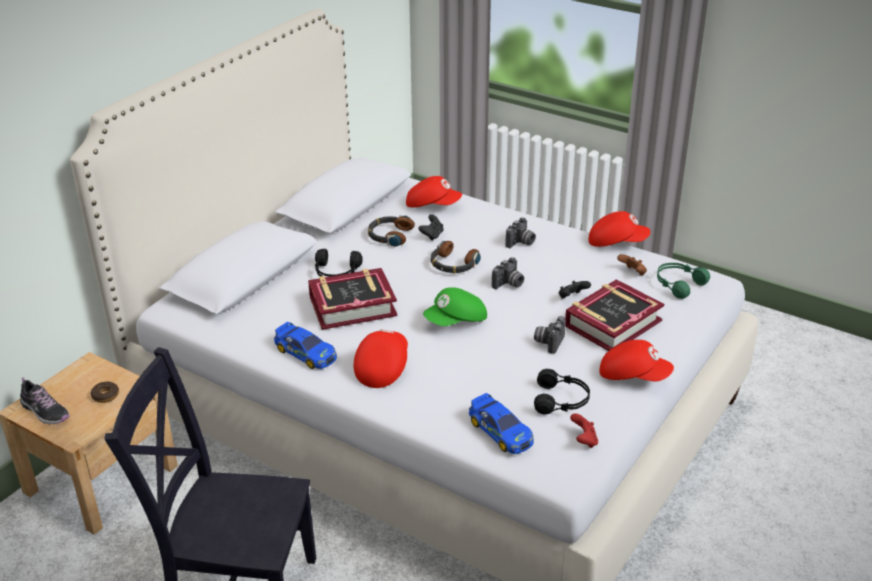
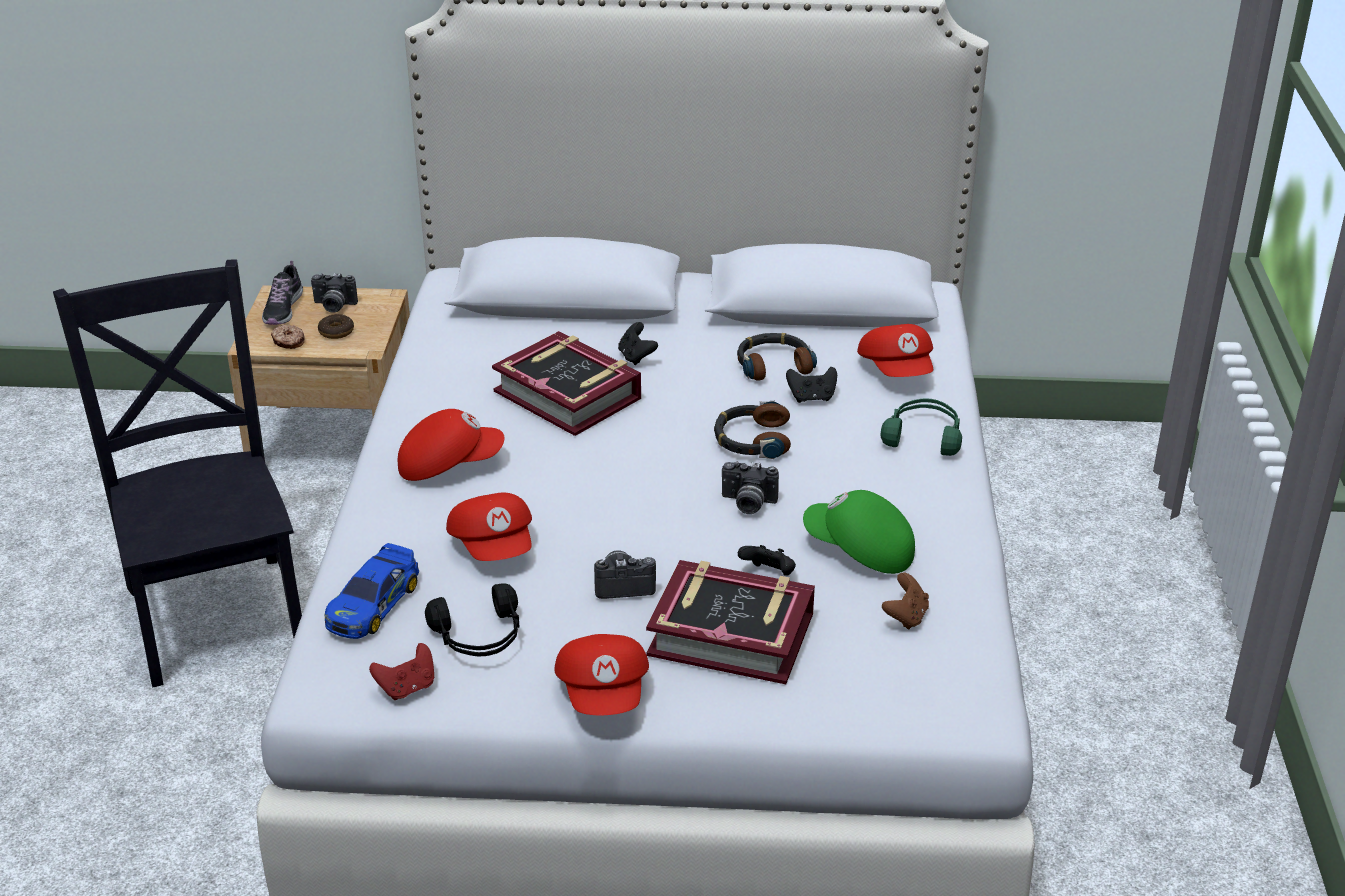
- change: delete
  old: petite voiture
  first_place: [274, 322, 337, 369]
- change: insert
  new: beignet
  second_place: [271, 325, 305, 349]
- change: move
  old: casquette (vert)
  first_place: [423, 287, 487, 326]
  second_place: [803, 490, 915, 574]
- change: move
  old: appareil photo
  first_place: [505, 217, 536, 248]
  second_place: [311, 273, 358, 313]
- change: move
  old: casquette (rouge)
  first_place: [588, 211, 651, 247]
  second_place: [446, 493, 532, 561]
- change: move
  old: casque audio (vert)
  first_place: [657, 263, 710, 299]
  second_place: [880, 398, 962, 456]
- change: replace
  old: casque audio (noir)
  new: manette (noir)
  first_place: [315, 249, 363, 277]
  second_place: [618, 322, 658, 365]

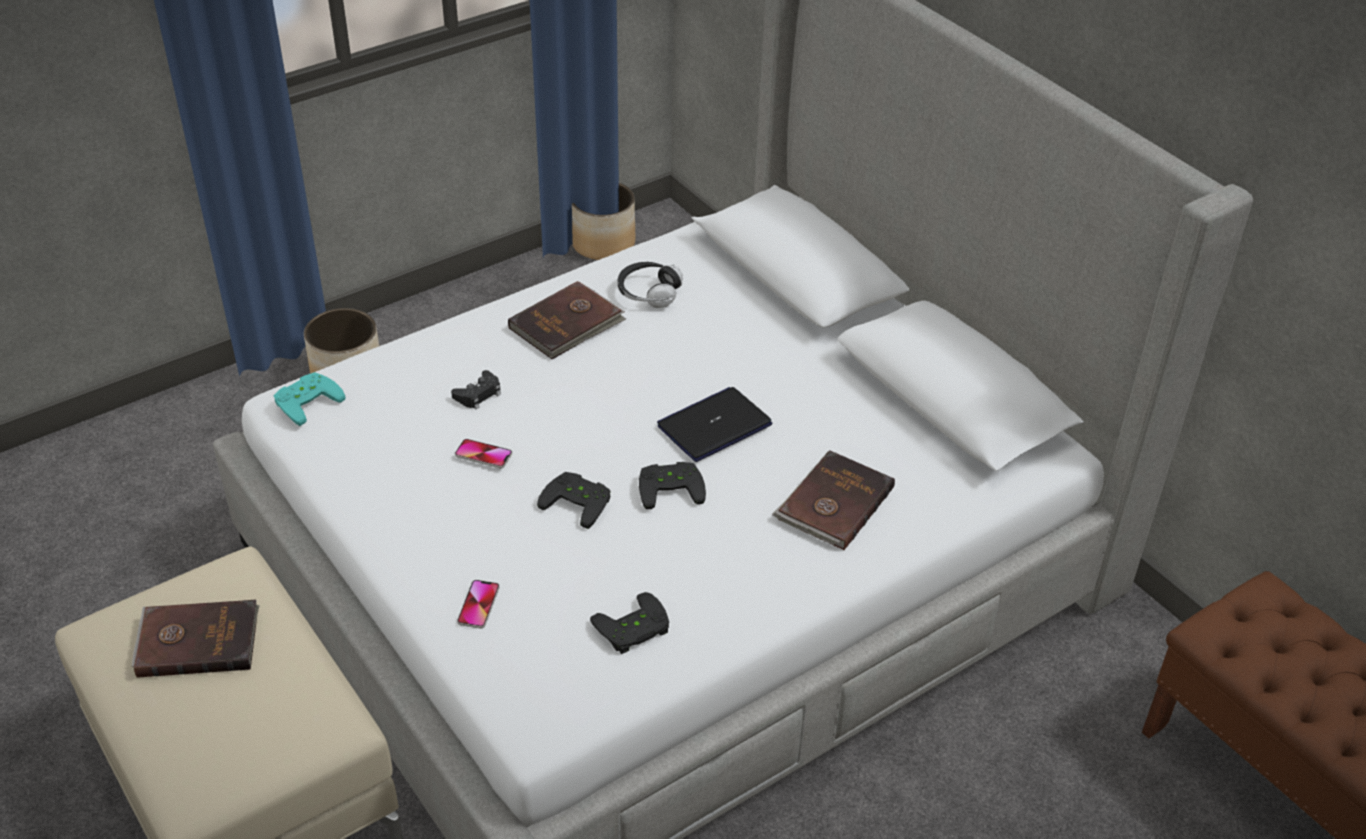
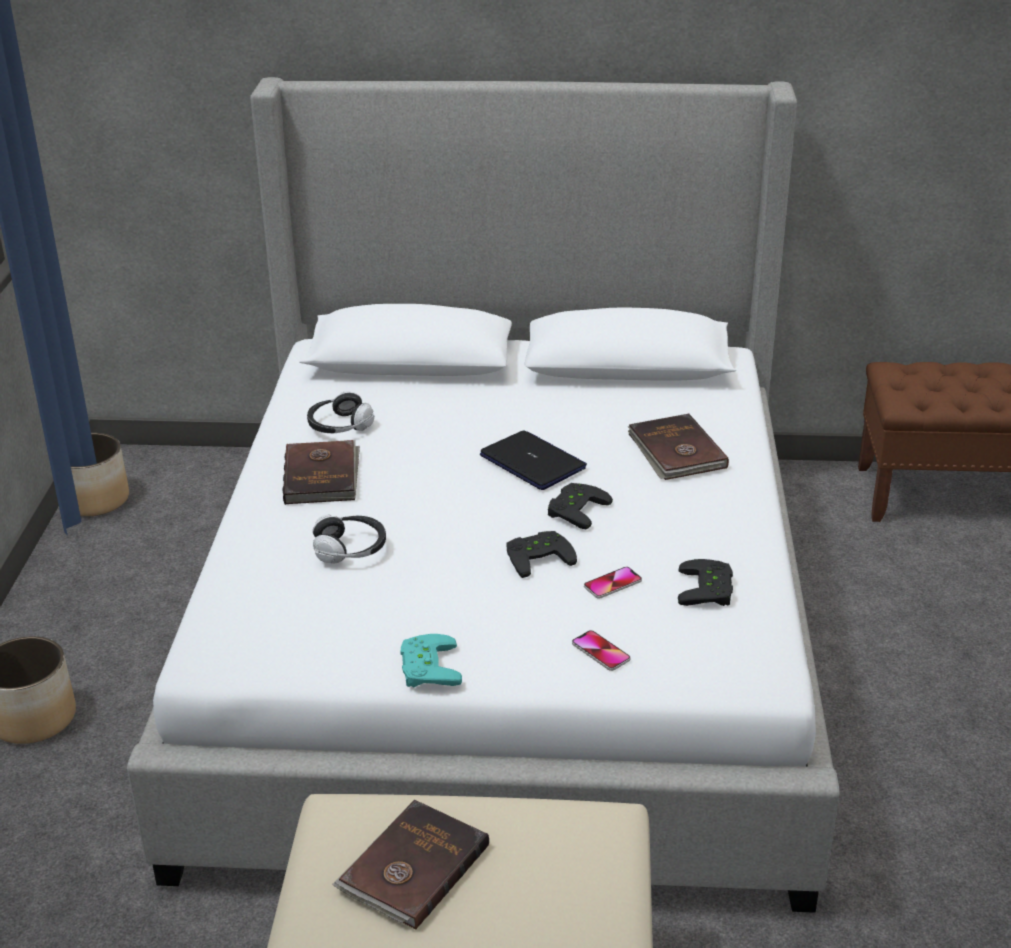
- change: move
  old: manette (turquoise)
  first_place: [274, 372, 345, 426]
  second_place: [401, 634, 462, 688]
- change: move
  old: téléphone
  first_place: [455, 439, 512, 468]
  second_place: [584, 567, 642, 599]
- change: replace
  old: manette (noir)
  new: casque audio
  first_place: [451, 370, 501, 409]
  second_place: [313, 515, 386, 563]
- change: rotate
  old: ordinateur portable
  first_place: [657, 387, 772, 462]
  second_place: [480, 430, 587, 490]
  degrees: 135

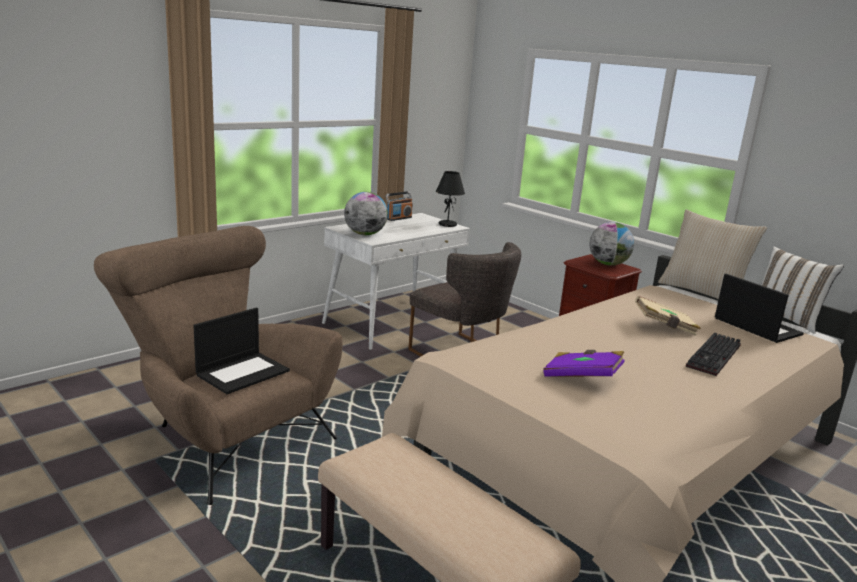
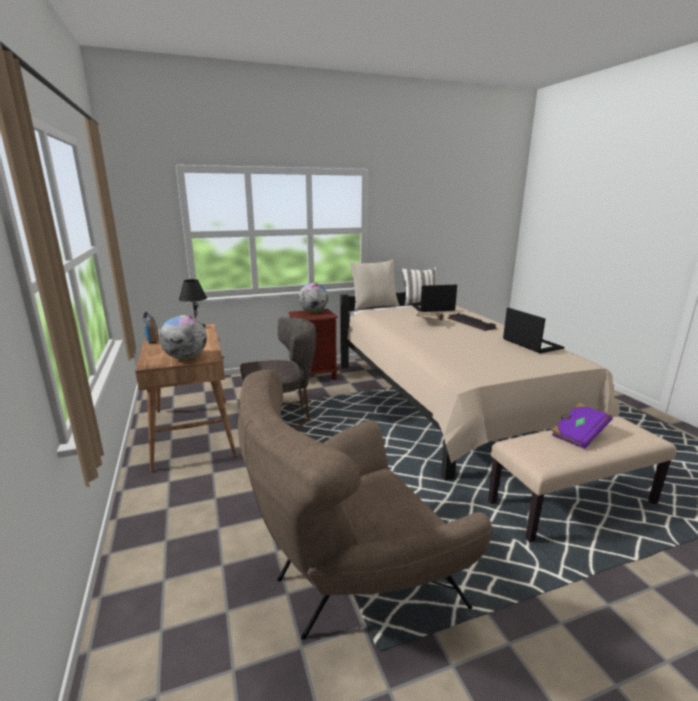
- change: move
  old: ordinateur portable
  first_place: [193, 308, 290, 394]
  second_place: [503, 308, 564, 353]
- change: move
  old: livre (violet)
  first_place: [543, 350, 625, 377]
  second_place: [551, 403, 613, 449]
- change: recolor
  old: bureau (blanc)
  new: bureau (marron)
  first_place: [322, 213, 470, 350]
  second_place: [135, 324, 237, 472]

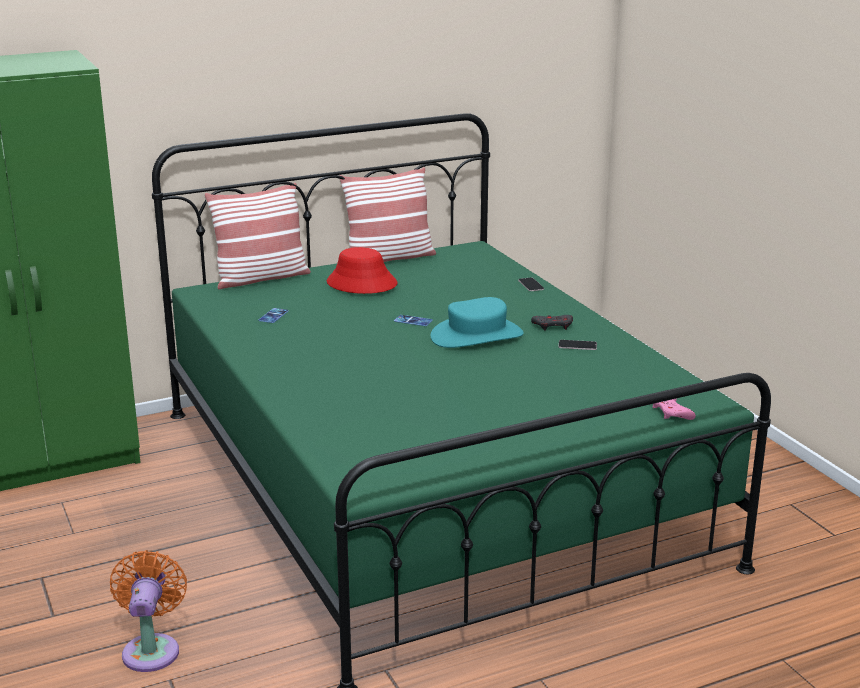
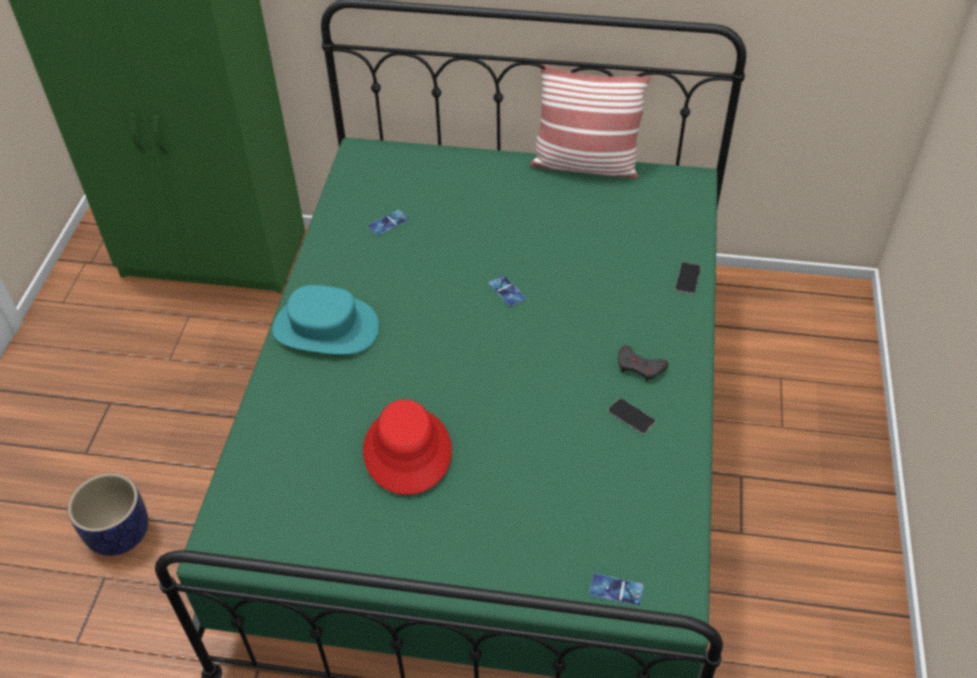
- change: delete
  old: coussin
  first_place: [204, 183, 311, 289]
- change: move
  old: chapeau (rouge)
  first_place: [327, 247, 398, 294]
  second_place: [363, 399, 452, 495]
- change: move
  old: chapeau (turquoise)
  first_place: [431, 297, 523, 348]
  second_place: [272, 285, 379, 355]
- change: replace
  old: ventilateur (orange)
  new: cache-pot
  first_place: [110, 550, 187, 672]
  second_place: [68, 473, 148, 556]
- change: replace
  old: manette (rose)
  new: téléphone
  first_place: [652, 398, 696, 420]
  second_place: [589, 573, 643, 606]

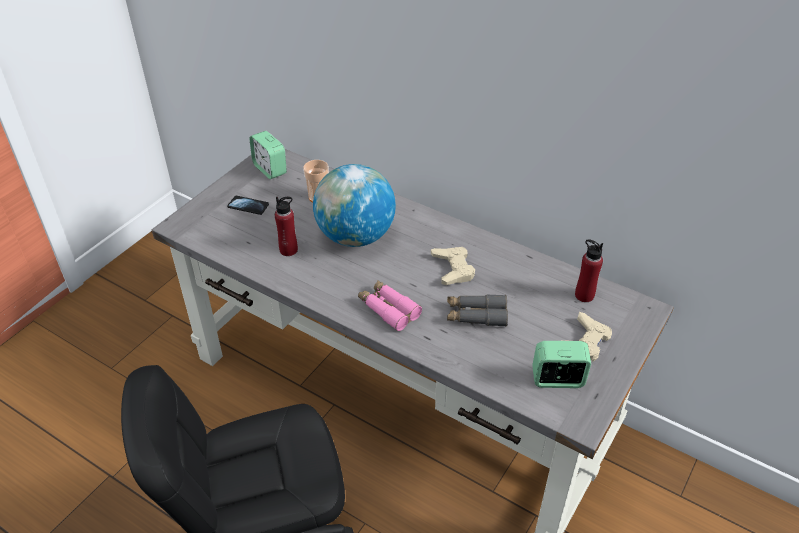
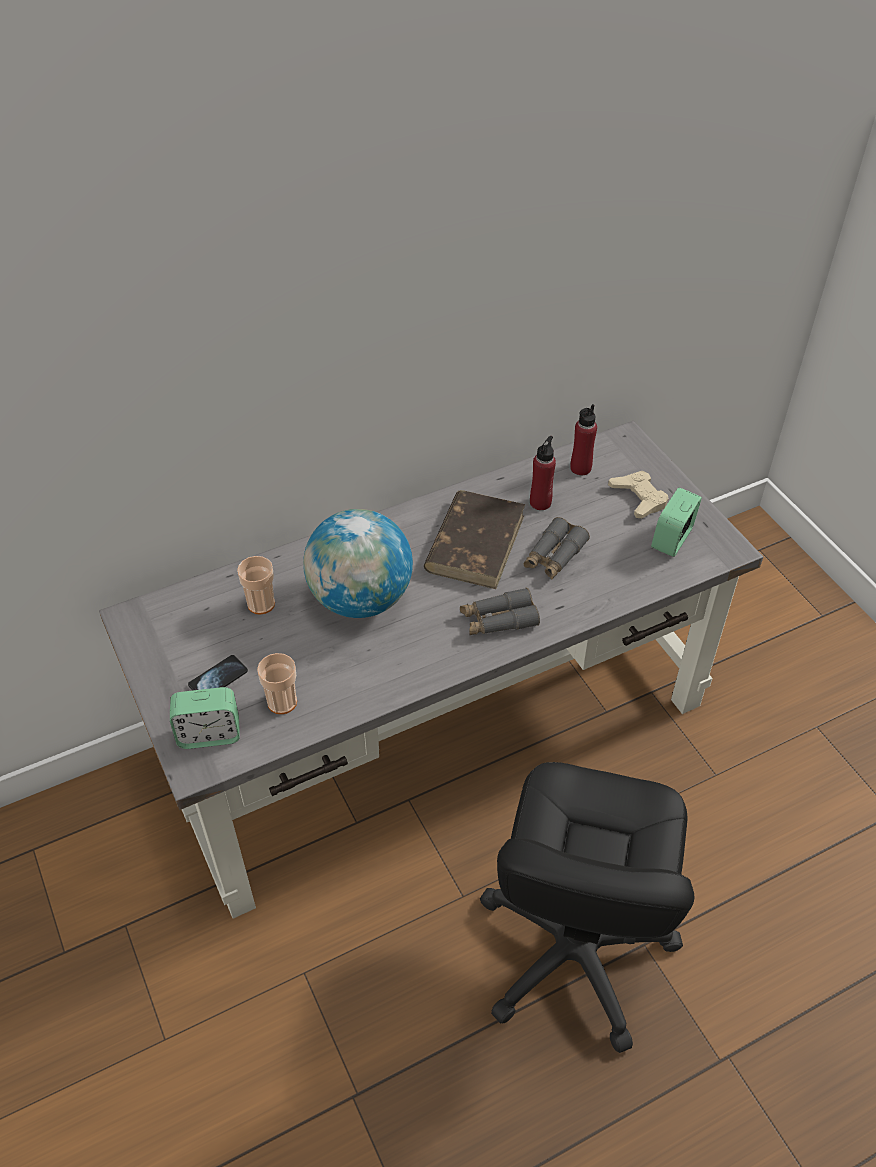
- change: insert
  new: tasse
  second_place: [257, 653, 297, 714]
- change: move
  old: réveil
  first_place: [249, 131, 287, 179]
  second_place: [170, 687, 240, 749]
- change: move
  old: bouteille (rouge)
  first_place: [275, 197, 298, 256]
  second_place: [530, 436, 556, 510]
- change: replace
  old: manette (beige)
  new: livre (marron)
  first_place: [431, 247, 475, 285]
  second_place: [424, 490, 525, 589]
- change: recolor
  old: jumelles (rose)
  new: jumelles (gris)
  first_place: [358, 280, 422, 331]
  second_place: [460, 588, 540, 635]

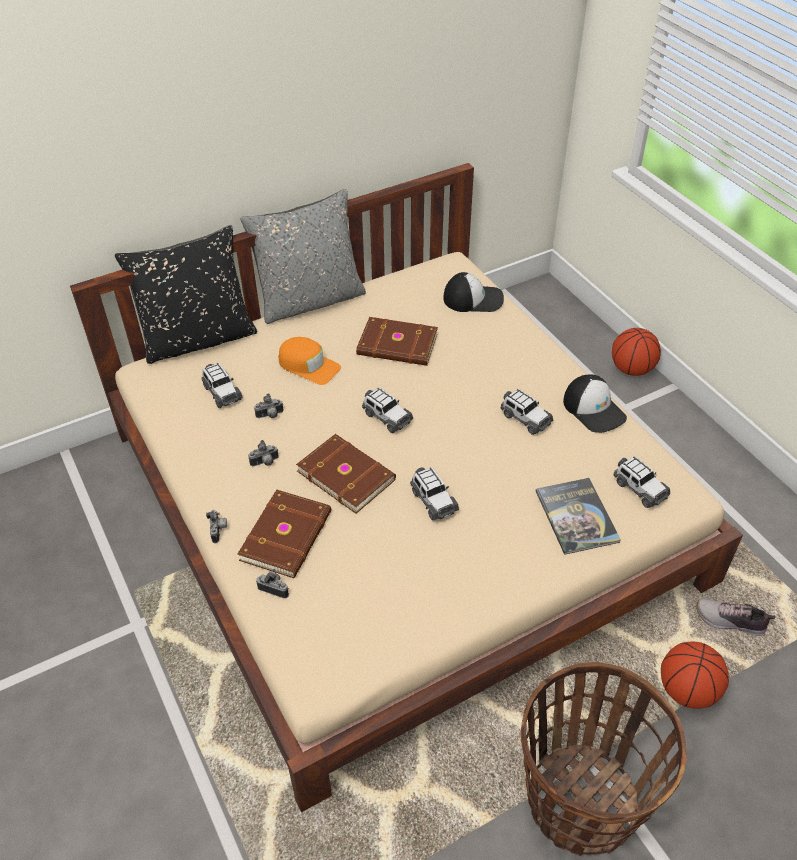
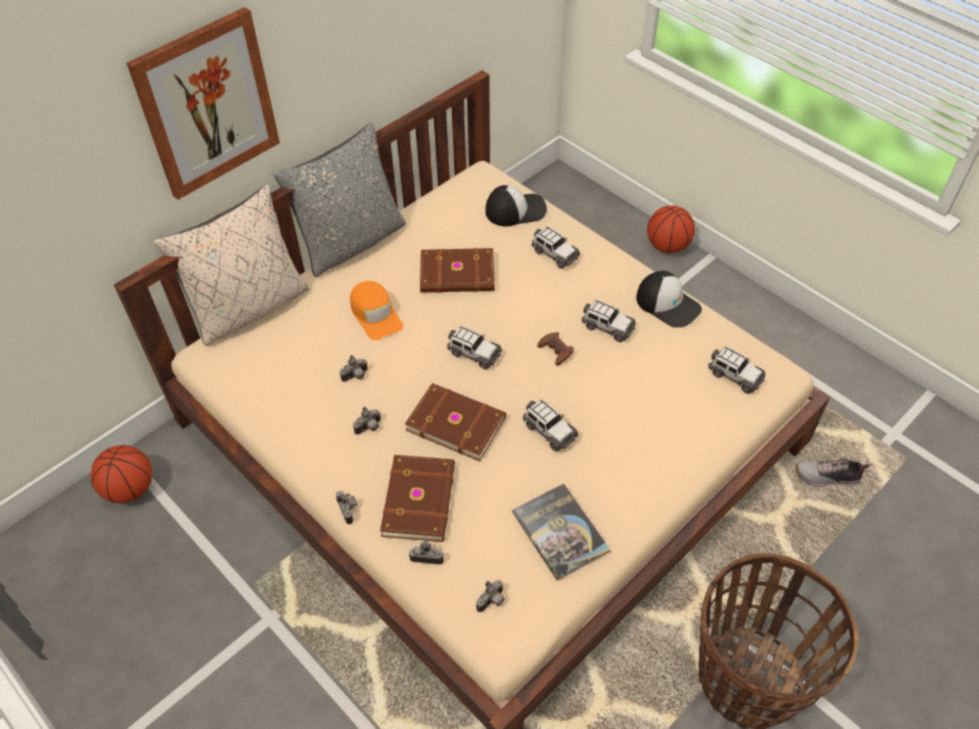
- change: insert
  new: tableau
  second_place: [126, 7, 280, 200]
- change: insert
  new: appareil photo
  second_place: [476, 580, 505, 612]
- change: insert
  new: manette (marron)
  second_place: [537, 332, 574, 366]
- change: move
  old: petite voiture
  first_place: [201, 363, 243, 408]
  second_place: [531, 226, 580, 269]
- change: move
  old: livre
  first_place: [536, 478, 621, 555]
  second_place: [512, 484, 611, 580]
- change: move
  old: ballon de basket
  first_place: [661, 642, 729, 709]
  second_place: [91, 445, 152, 503]
- change: recolor
  old: coussin (noir)
  new: coussin (beige)
  first_place: [115, 225, 257, 364]
  second_place: [154, 185, 309, 346]
- change: rotate
  old: casquette (orange)
  first_place: [278, 337, 341, 385]
  second_place: [350, 281, 403, 340]
  degrees: 45

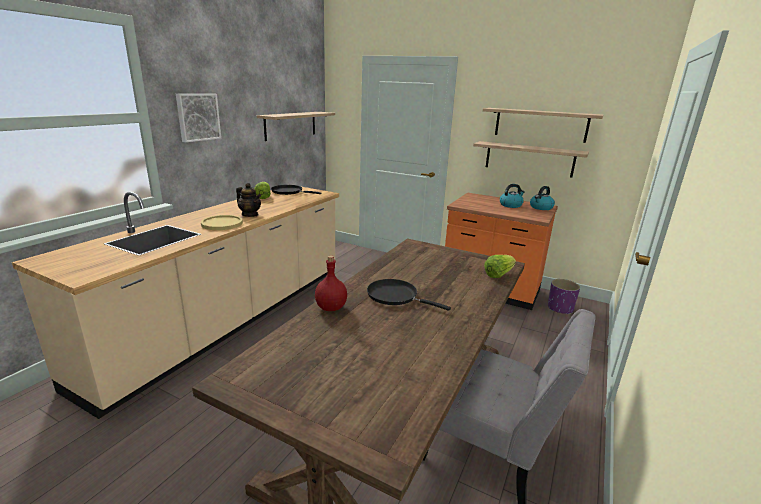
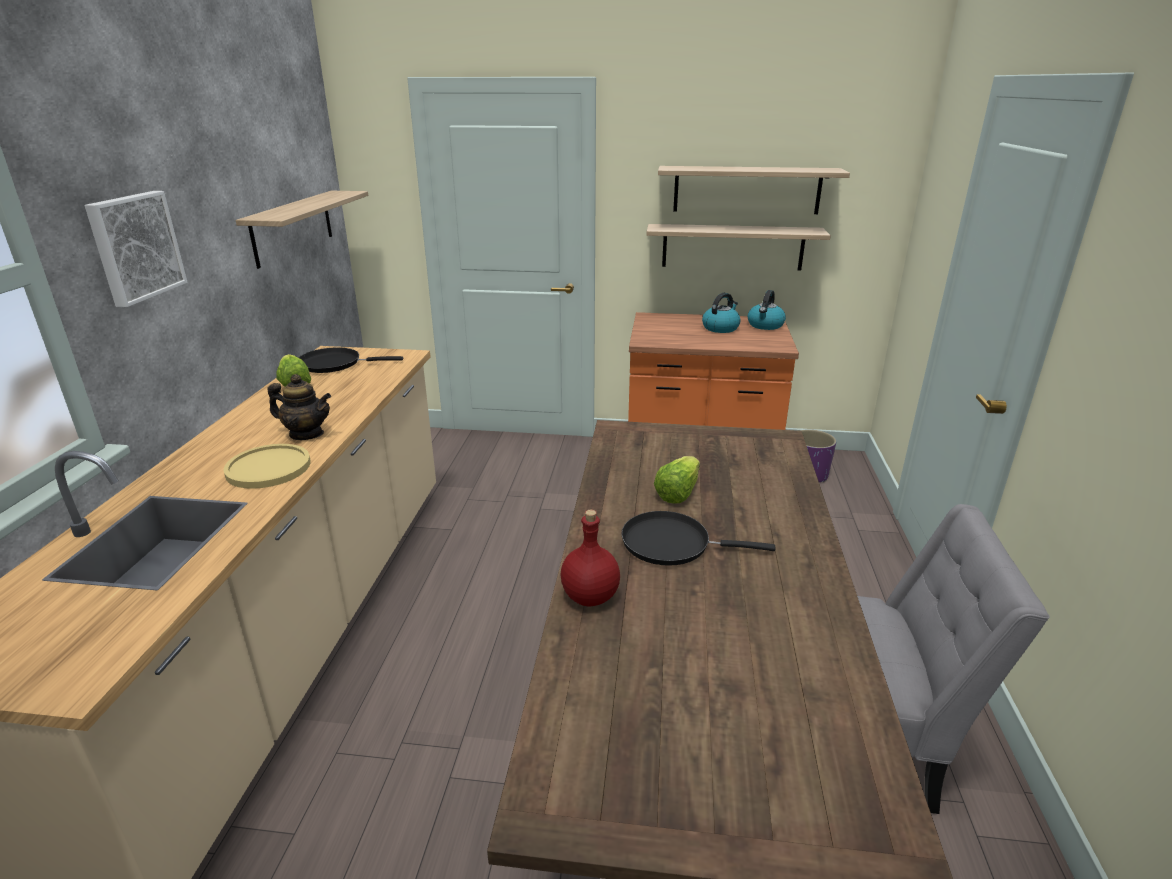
- change: move
  old: laitue
  first_place: [484, 255, 516, 278]
  second_place: [654, 456, 700, 504]

